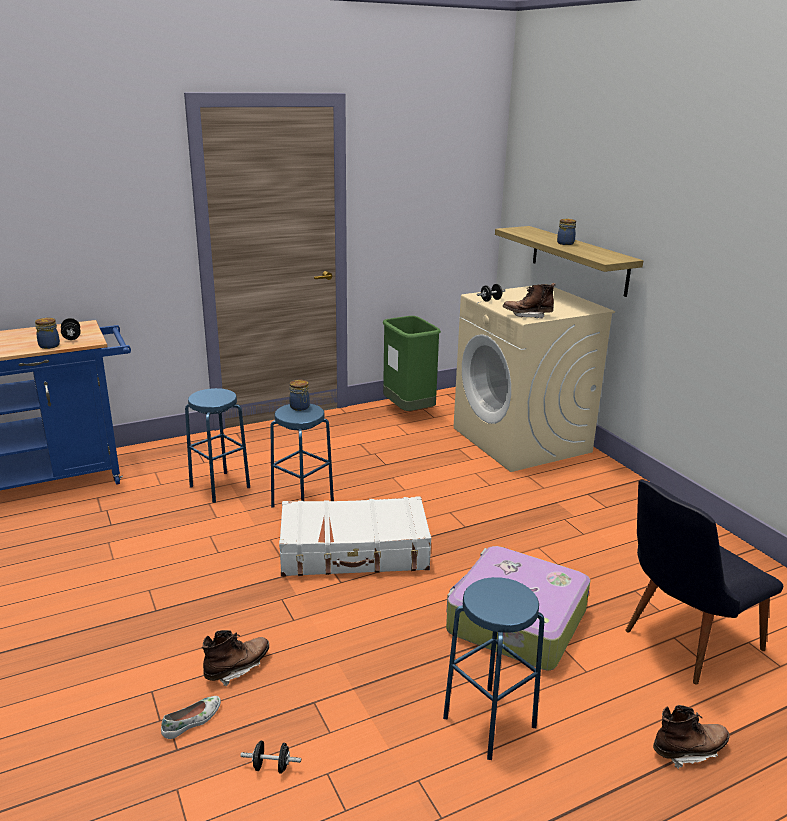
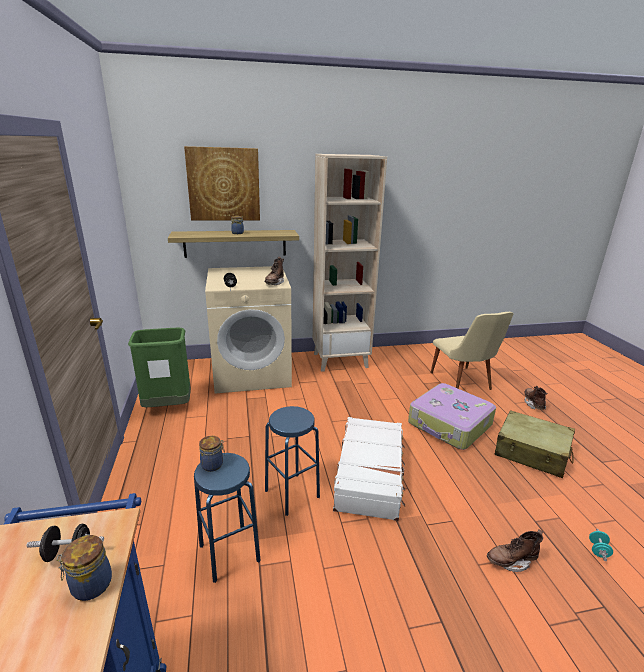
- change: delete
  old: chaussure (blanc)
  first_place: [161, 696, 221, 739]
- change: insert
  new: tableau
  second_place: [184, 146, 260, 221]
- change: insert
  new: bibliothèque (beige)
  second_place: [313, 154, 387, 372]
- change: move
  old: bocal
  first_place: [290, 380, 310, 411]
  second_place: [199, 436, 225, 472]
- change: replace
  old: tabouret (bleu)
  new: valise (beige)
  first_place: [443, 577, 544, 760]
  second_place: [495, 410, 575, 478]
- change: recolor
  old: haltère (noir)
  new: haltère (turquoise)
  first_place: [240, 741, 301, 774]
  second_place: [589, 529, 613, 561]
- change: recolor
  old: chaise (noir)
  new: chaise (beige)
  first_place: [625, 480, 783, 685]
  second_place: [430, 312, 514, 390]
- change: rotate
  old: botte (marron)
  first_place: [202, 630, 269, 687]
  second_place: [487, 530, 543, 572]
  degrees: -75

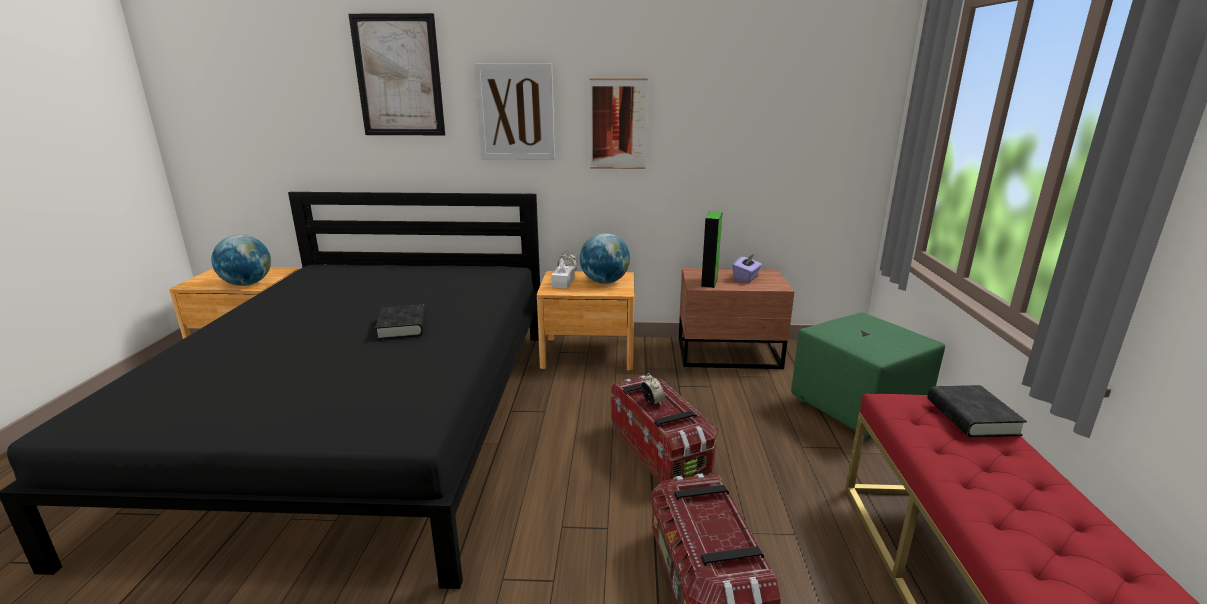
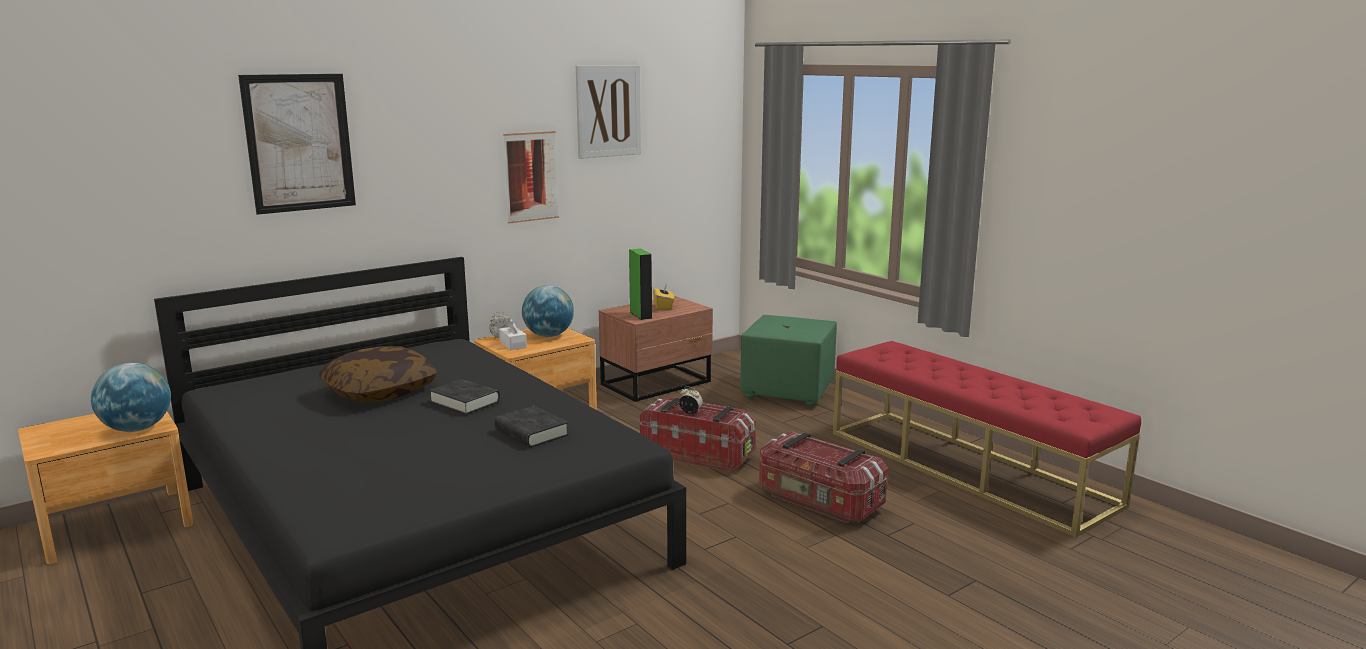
- change: insert
  new: coussin
  second_place: [319, 346, 437, 402]
- change: move
  old: tableau
  first_place: [474, 63, 555, 160]
  second_place: [576, 65, 641, 159]
- change: move
  old: livre (noir)
  first_place: [928, 385, 1027, 437]
  second_place: [495, 406, 569, 447]
- change: recolor
  old: boîte à mouchoirs (violet)
  new: boîte à mouchoirs (jaune)
  first_place: [733, 254, 762, 283]
  second_place: [653, 284, 674, 310]

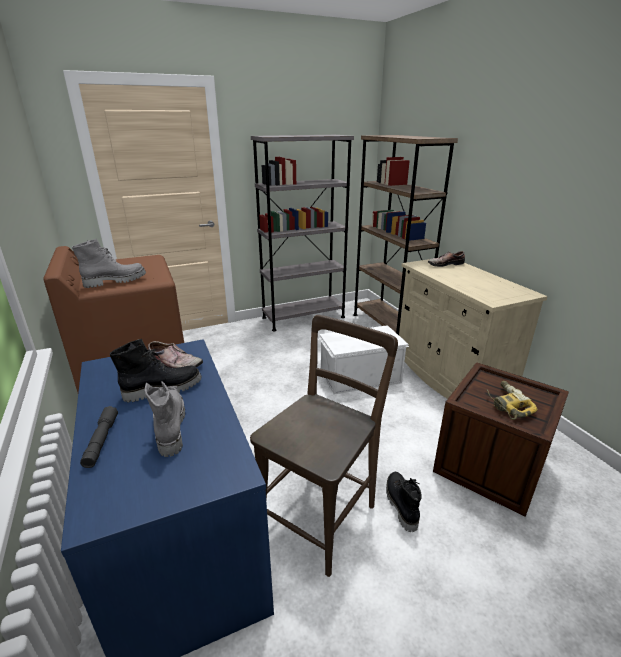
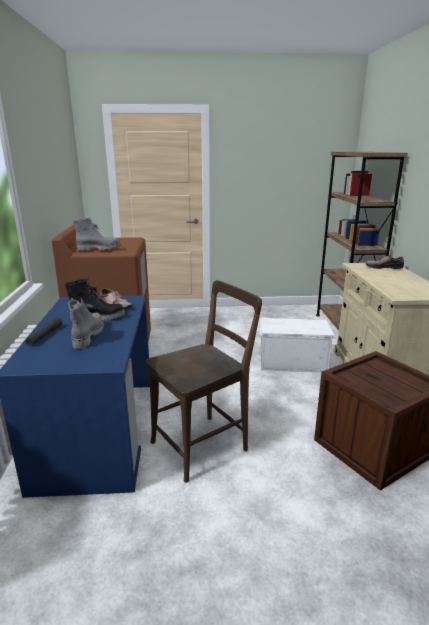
- change: delete
  old: bibliothèque (gris)
  first_place: [251, 135, 354, 331]
- change: delete
  old: botte (noir)
  first_place: [386, 472, 422, 532]
- change: delete
  old: perceuse
  first_place: [486, 381, 538, 420]

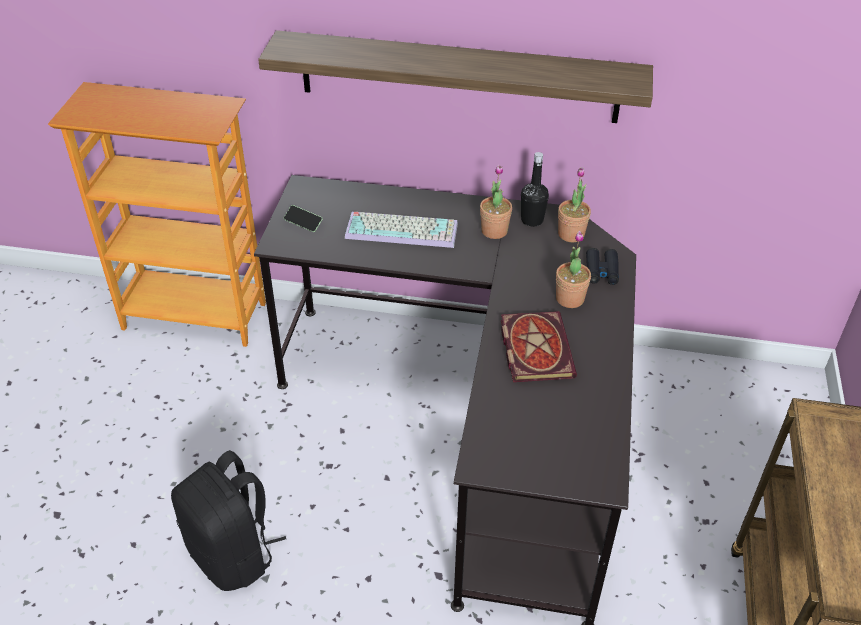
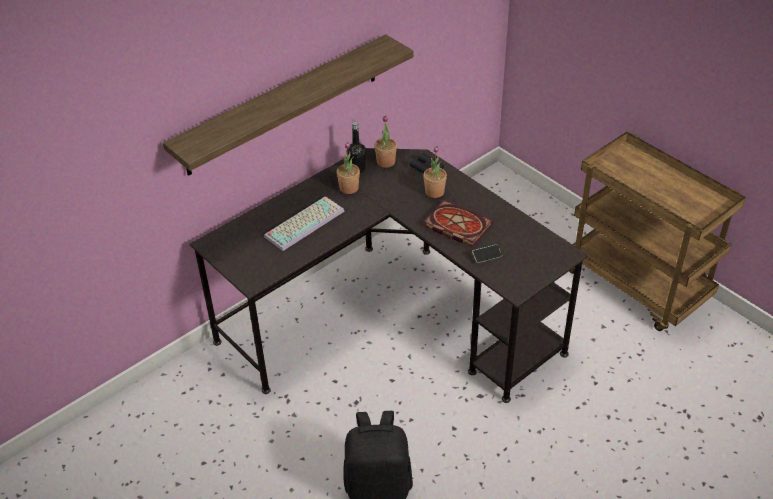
- change: delete
  old: bibliothèque
  first_place: [48, 82, 266, 347]
- change: move
  old: téléphone
  first_place: [284, 205, 323, 232]
  second_place: [472, 244, 502, 263]

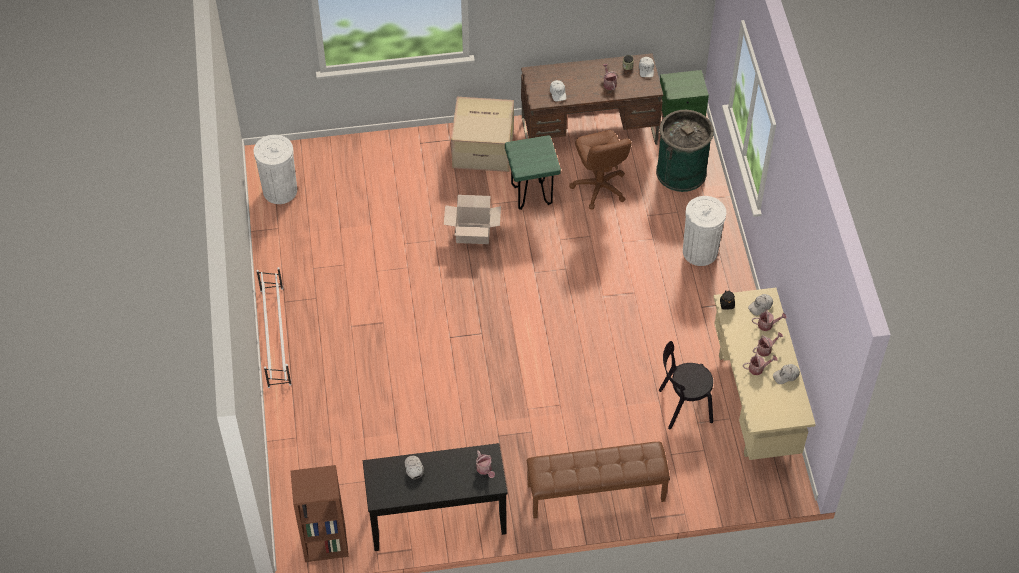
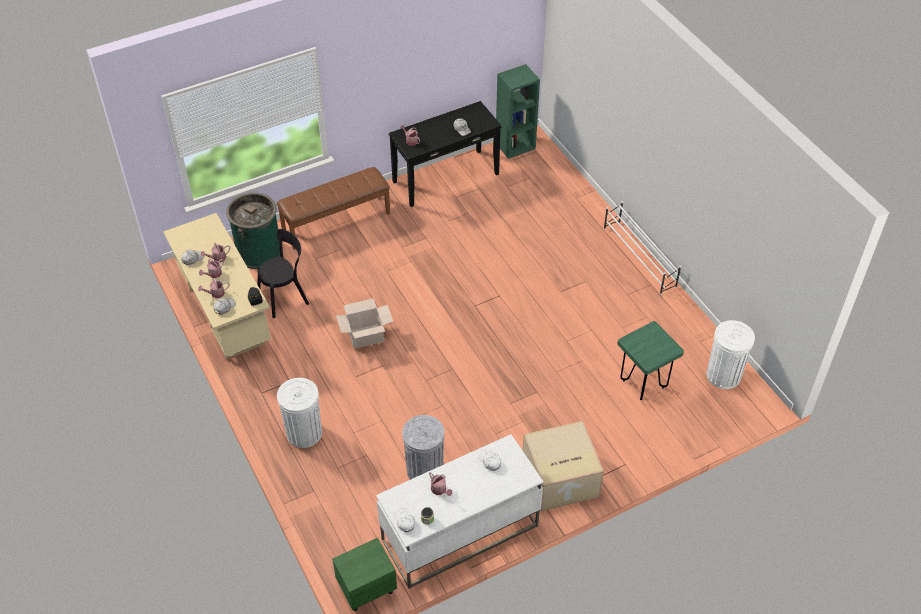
- change: move
  old: carton
  first_place: [444, 195, 501, 244]
  second_place: [336, 298, 393, 349]
- change: move
  old: tabouret (vert)
  first_place: [505, 135, 561, 210]
  second_place: [617, 321, 684, 400]
- change: move
  old: poubelle (vert)
  first_place: [656, 110, 714, 192]
  second_place: [226, 193, 280, 269]
- change: replace
  old: chaise de bureau (marron)
  new: poubelle (gris)
  first_place: [569, 130, 632, 210]
  second_place: [402, 415, 445, 480]
- change: recolor
  old: bibliothèque (marron)
  new: bibliothèque (vert)
  first_place: [291, 465, 348, 562]
  second_place: [496, 64, 540, 159]
- change: recolor
  old: bureau (marron)
  new: bureau (blanc)
  first_place: [521, 53, 663, 145]
  second_place: [376, 434, 544, 589]

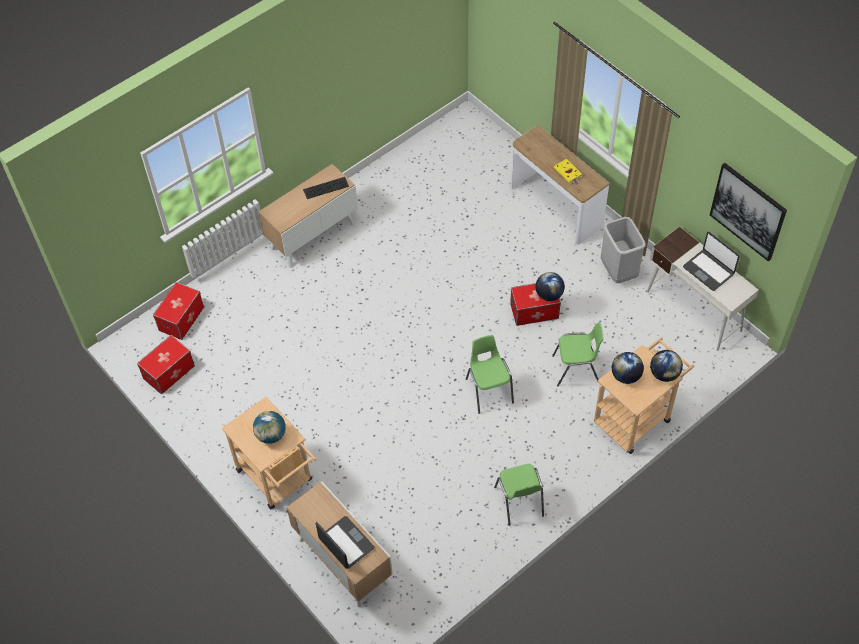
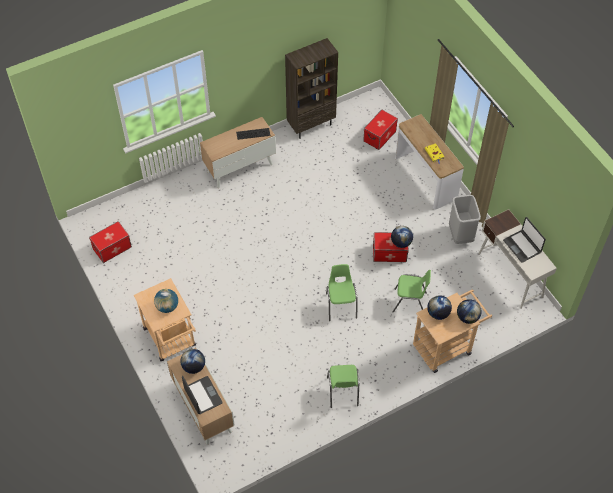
- change: delete
  old: tableau
  first_place: [710, 163, 787, 262]
- change: insert
  new: globe
  second_place: [181, 349, 205, 374]
- change: insert
  new: bibliothèque (marron)
  second_place: [285, 38, 338, 139]
- change: move
  old: boîte de rangement
  first_place: [153, 282, 204, 340]
  second_place: [363, 110, 398, 150]

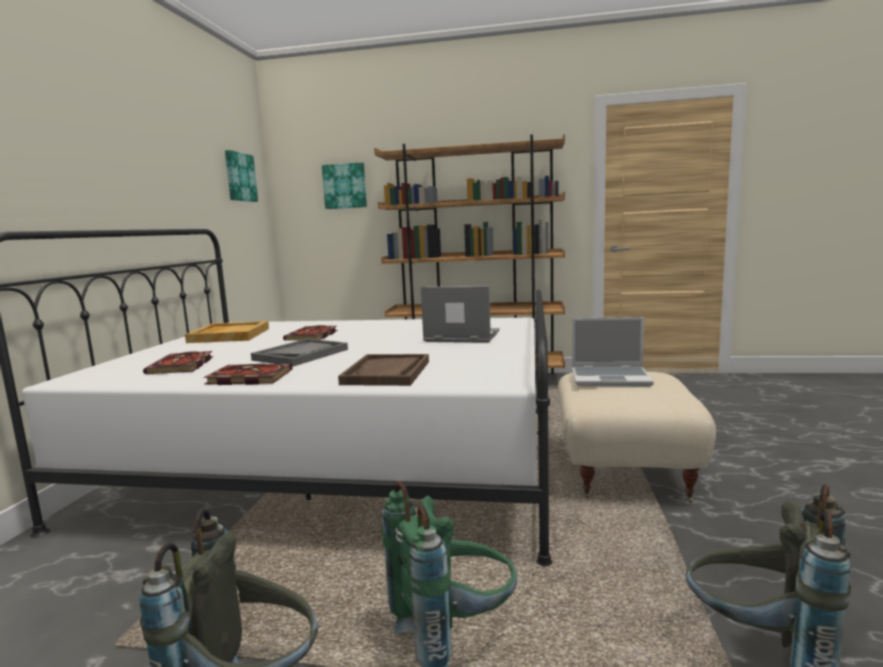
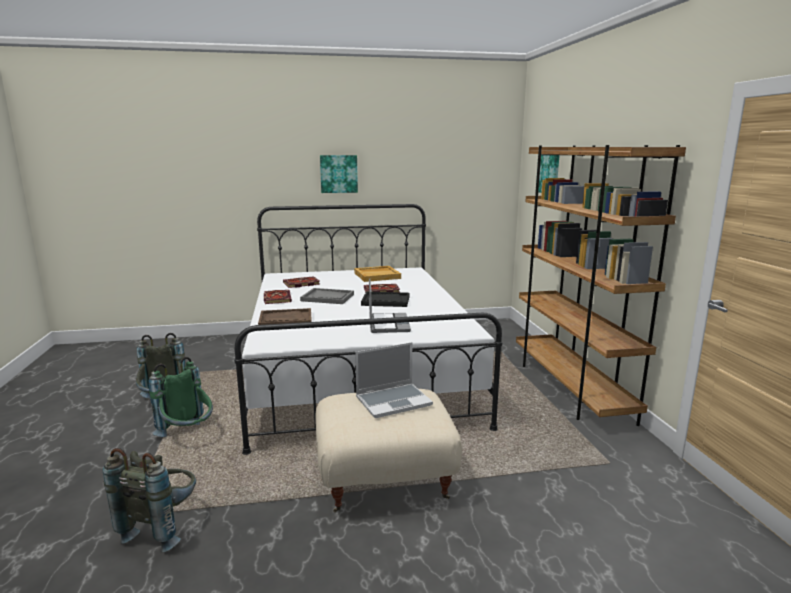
- change: insert
  new: plateau (noir)
  second_place: [361, 292, 410, 307]
- change: move
  old: tableau
  first_place: [225, 150, 258, 202]
  second_place: [320, 155, 358, 193]
- change: rotate
  old: ordinateur portable
  first_place: [572, 317, 654, 386]
  second_place: [355, 342, 433, 418]
  degrees: -105

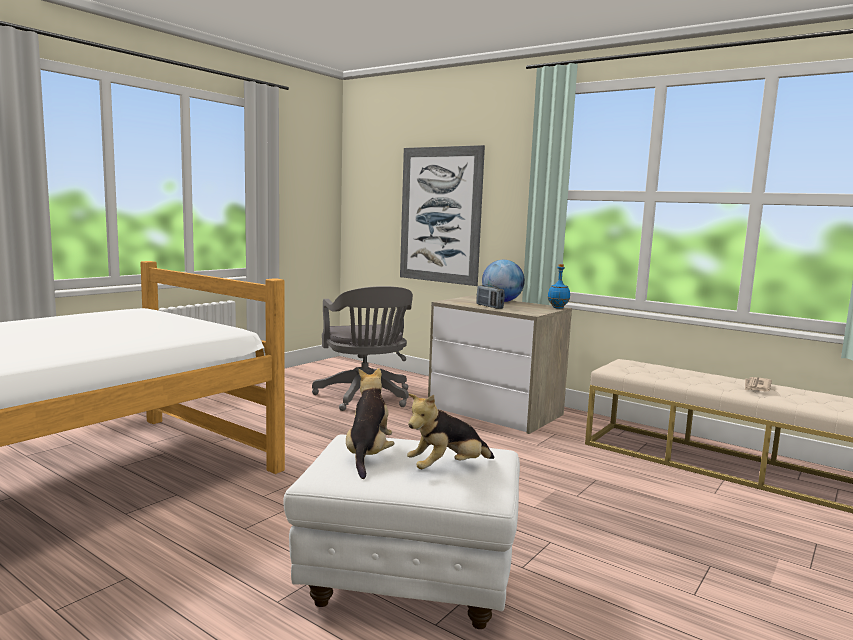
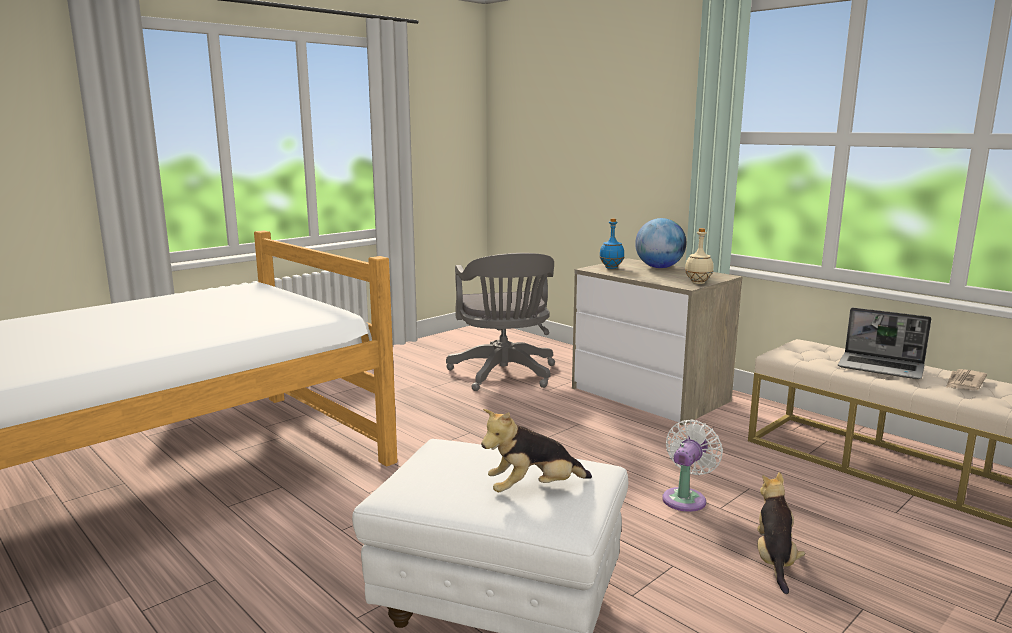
- change: delete
  old: tableau
  first_place: [400, 145, 485, 286]
- change: delete
  old: radio
  first_place: [476, 285, 505, 309]
- change: insert
  new: ventilateur (blanc)
  second_place: [662, 420, 723, 512]
- change: insert
  new: bouteille (beige)
  second_place: [685, 228, 714, 284]
- change: insert
  new: ordinateur portable
  second_place: [838, 308, 931, 379]
- change: move
  old: peluche
  first_place: [346, 368, 394, 479]
  second_place: [757, 472, 805, 594]
- change: move
  old: bouteille (bleu)
  first_place: [548, 264, 570, 309]
  second_place: [599, 218, 624, 269]

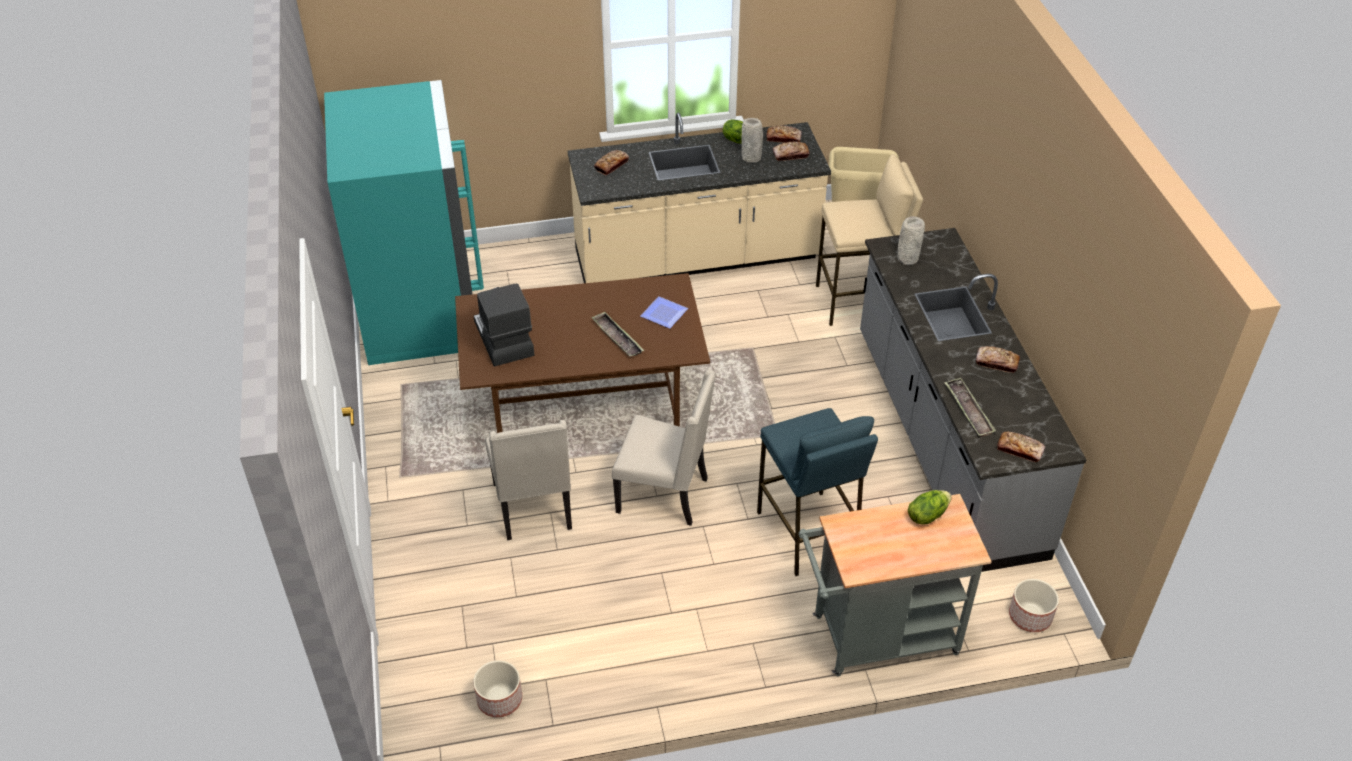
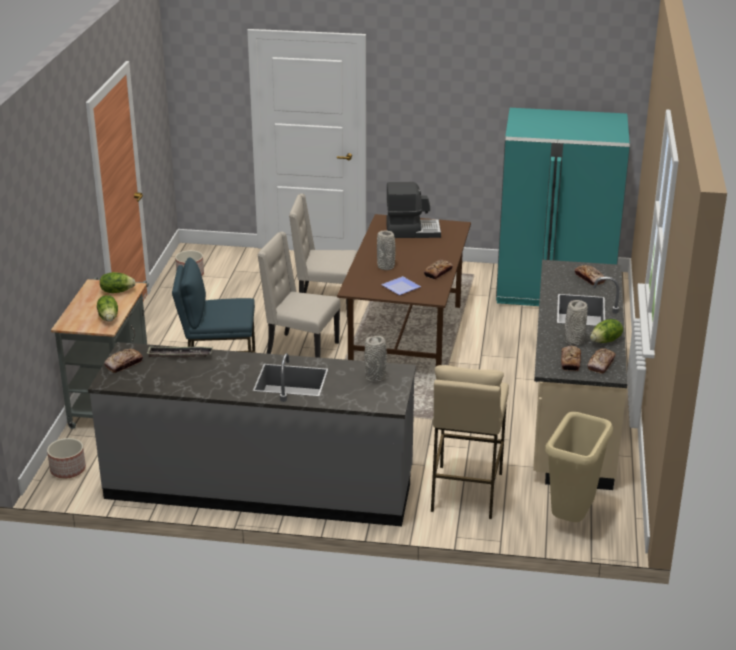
- change: insert
  new: laitue
  second_place: [100, 272, 136, 293]
- change: move
  old: pain
  first_place: [976, 346, 1020, 373]
  second_place: [424, 260, 453, 280]
- change: replace
  old: plateau
  new: vase (gris)
  first_place: [591, 312, 644, 357]
  second_place: [377, 231, 396, 270]
- change: rotate
  old: chaise (beige)
  first_place: [612, 370, 716, 526]
  second_place: [258, 232, 341, 358]
  degrees: 75

